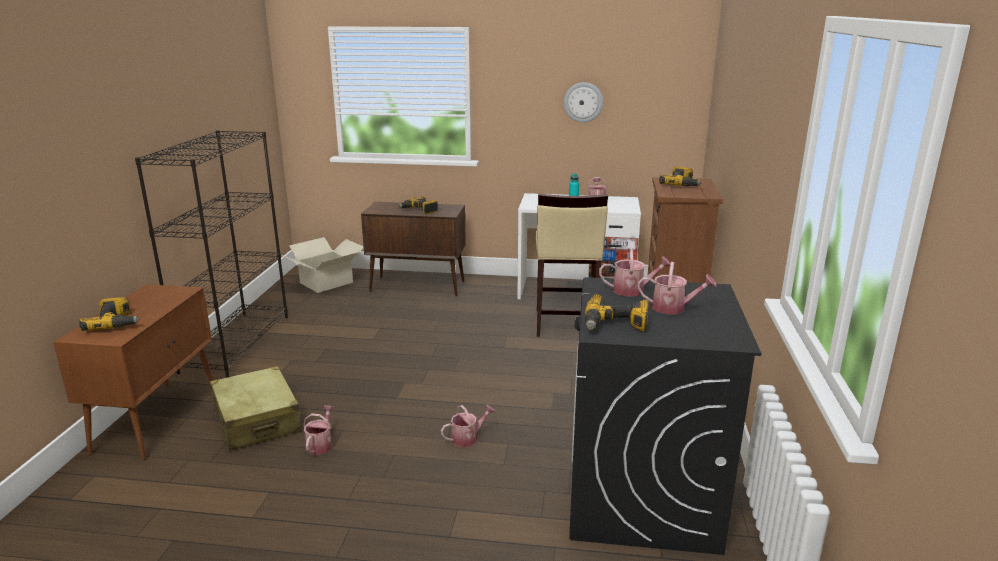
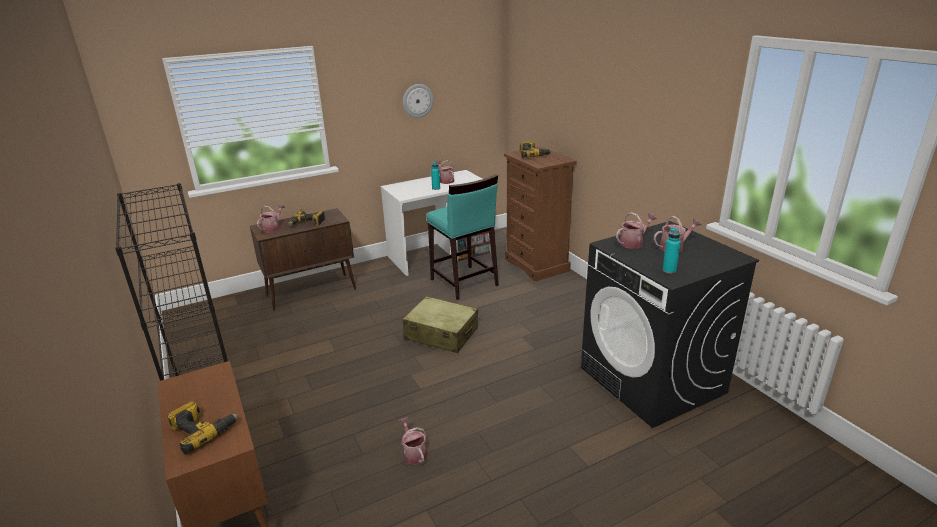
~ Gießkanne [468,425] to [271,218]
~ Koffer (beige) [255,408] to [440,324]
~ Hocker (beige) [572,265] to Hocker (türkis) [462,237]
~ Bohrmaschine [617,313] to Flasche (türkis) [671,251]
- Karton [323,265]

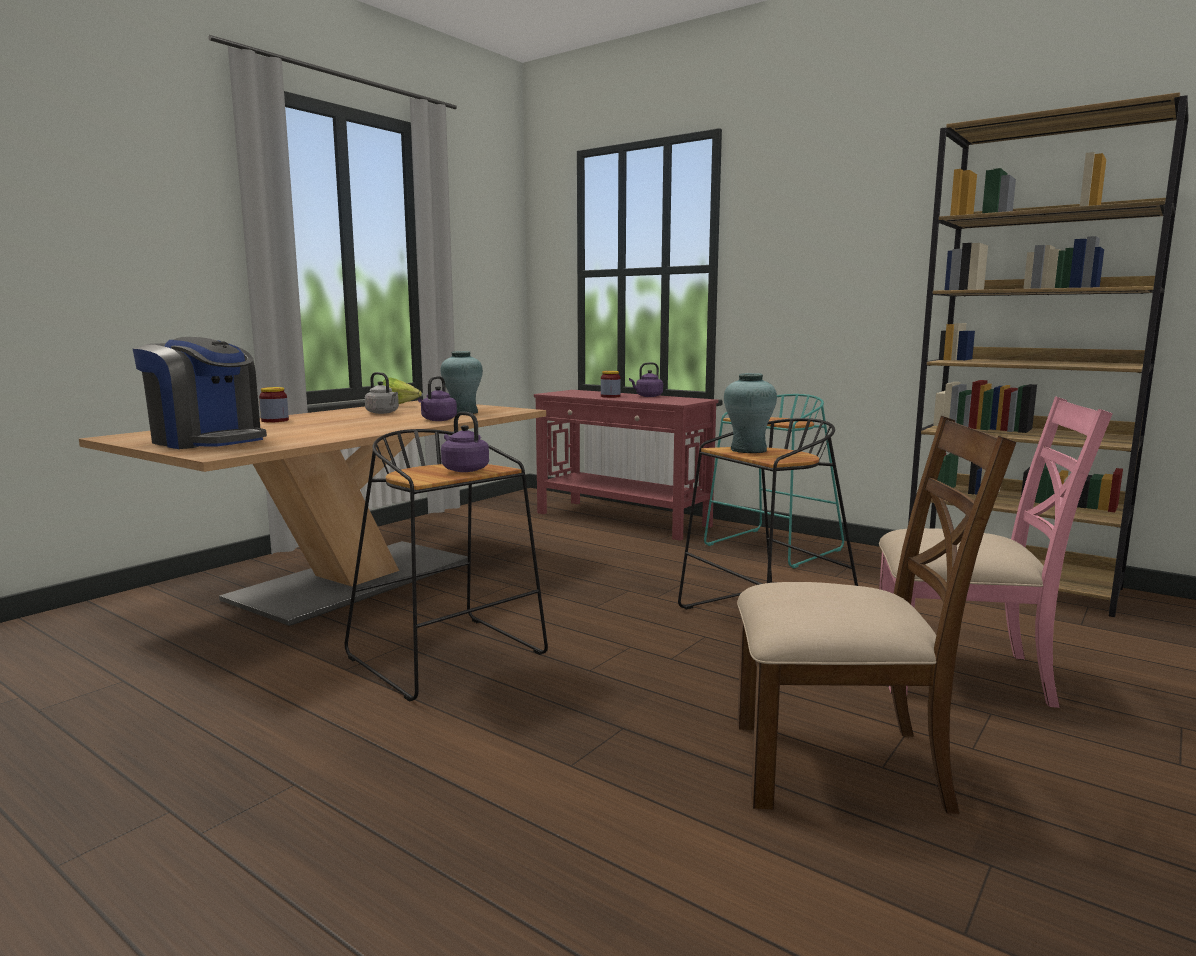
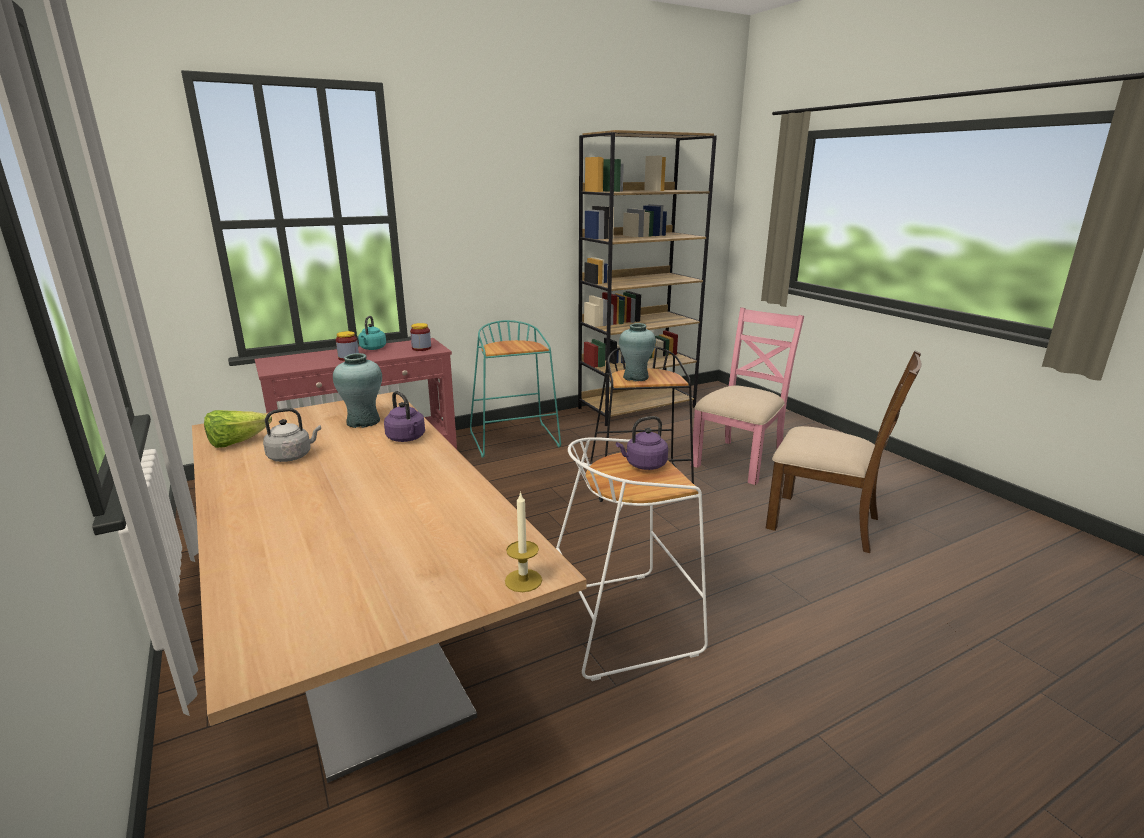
~ Wasserkessel (lila) [646,379] to Wasserkessel (türkis) [372,333]
~ Vorratsglas [274,404] to [420,337]
+ Kerze [523,541]
~ Hocker (schwarz) [446,565] to Hocker (weiß) [632,559]
~ Stuhl (braun) [877,615] = [844,451] 90 degrees clockwise
- Kaffeemaschine [200,393]

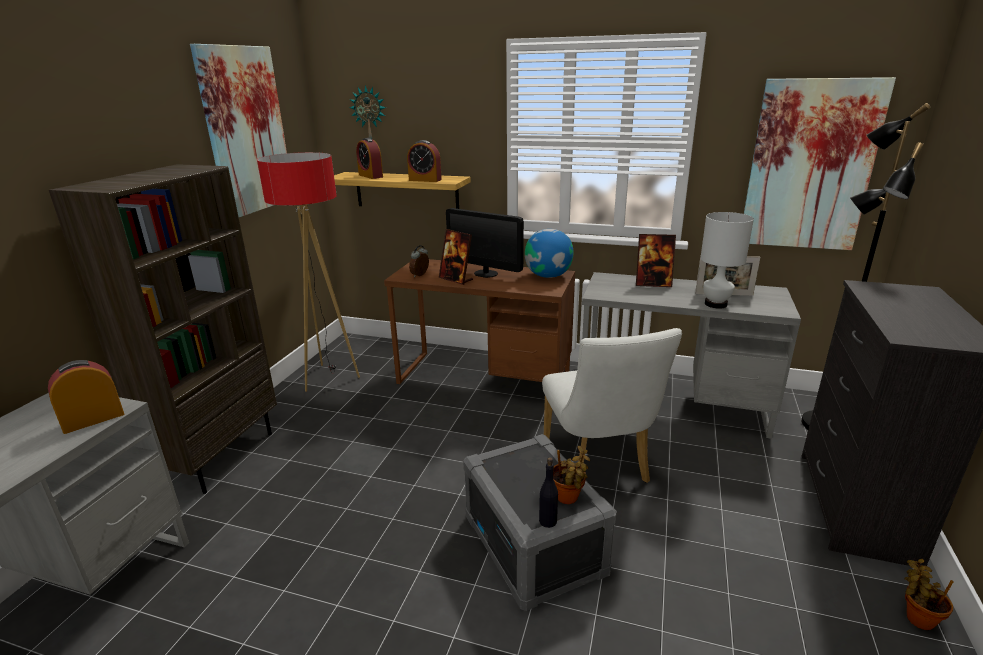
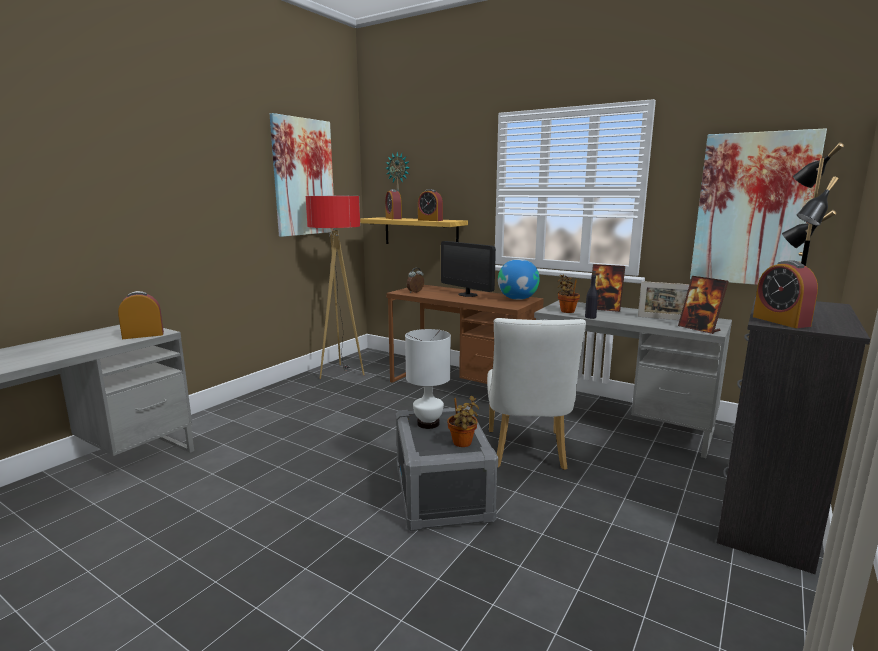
~ Tischlampe (weiß) [727,260] to [428,379]
~ Topfpflanze [929,594] to [568,293]
~ Flasche (schwarz) [548,492] to [591,295]
~ Bilderrahmen [456,257] to [703,305]
+ Wecker [785,294]
- Bücherregal (braun) [163,329]

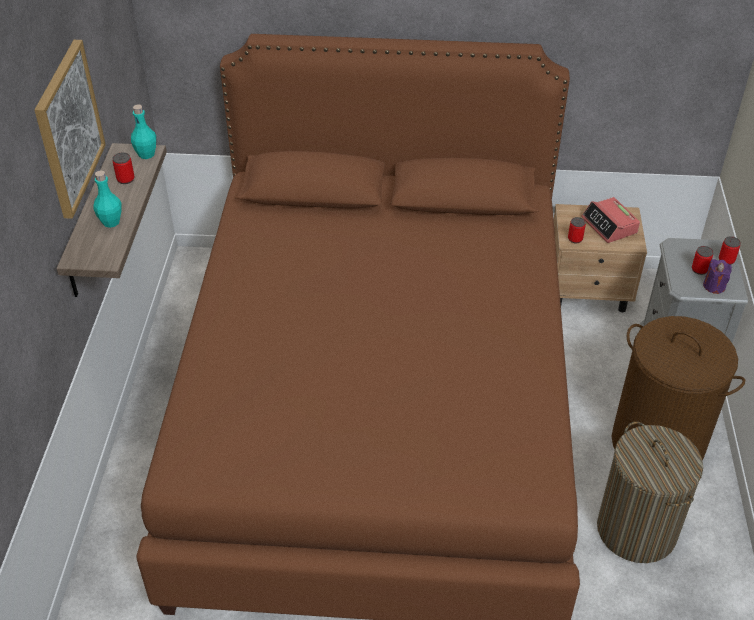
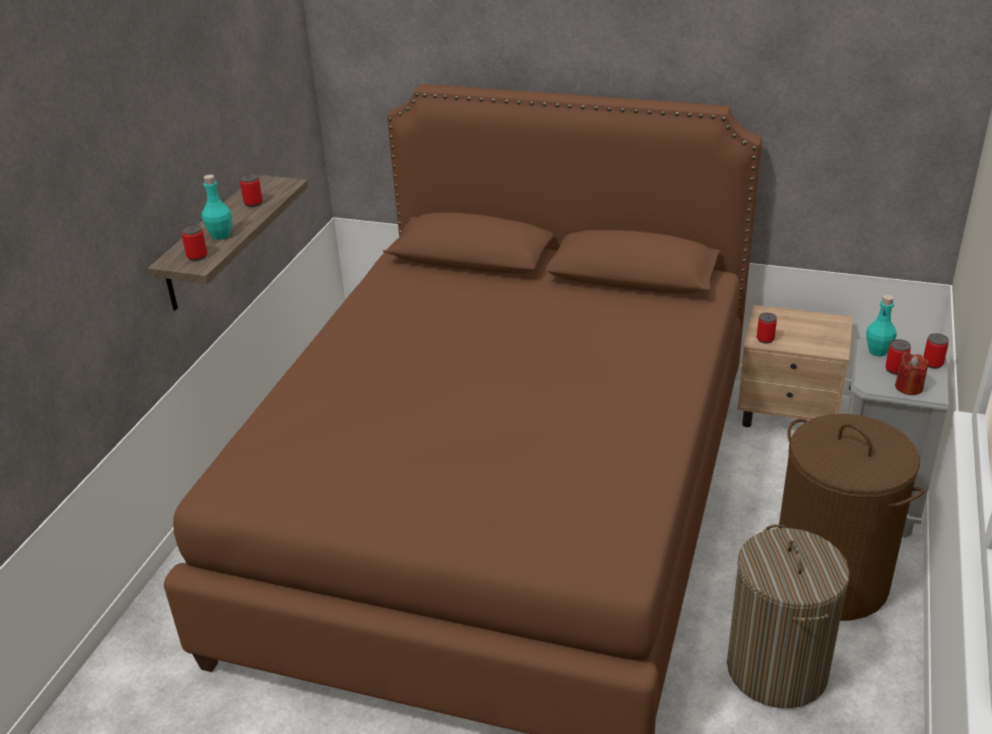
+ Dose [194,243]
~ Flasche (türkis) [143,131] to [881,326]
~ Kerze (lila) [717,276] to Kerze (rot) [912,373]
- Bild [70,129]
- Wecker [610,220]

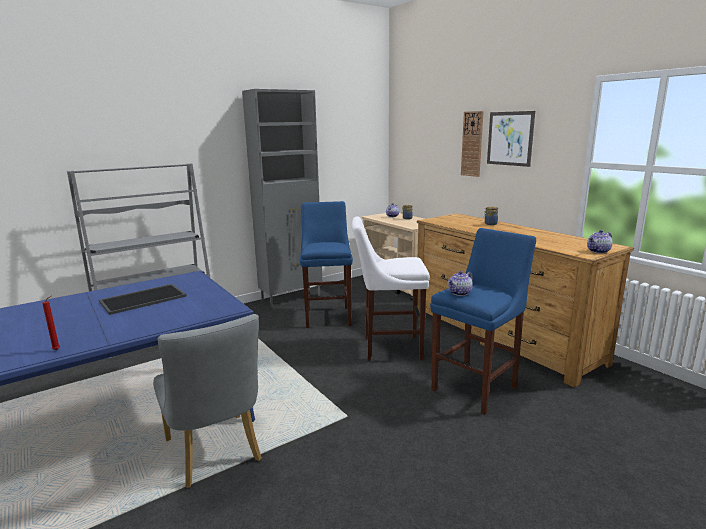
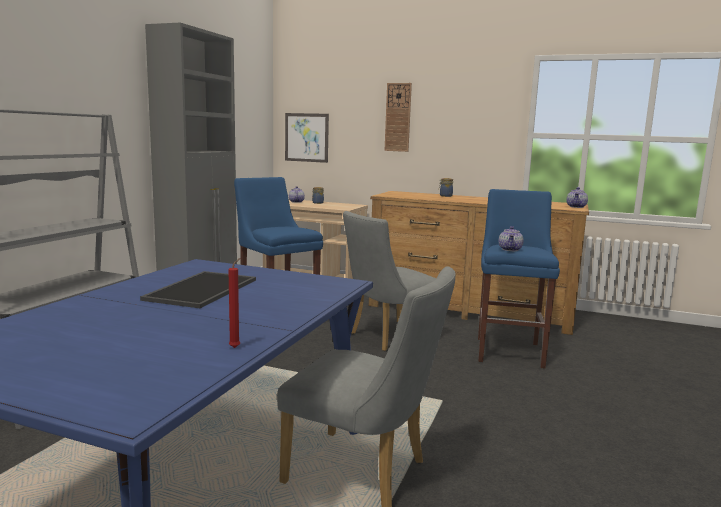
~ Bild [511,139] to [307,138]
~ Hocker (weiß) [391,288] to Stuhl (grau) [389,281]

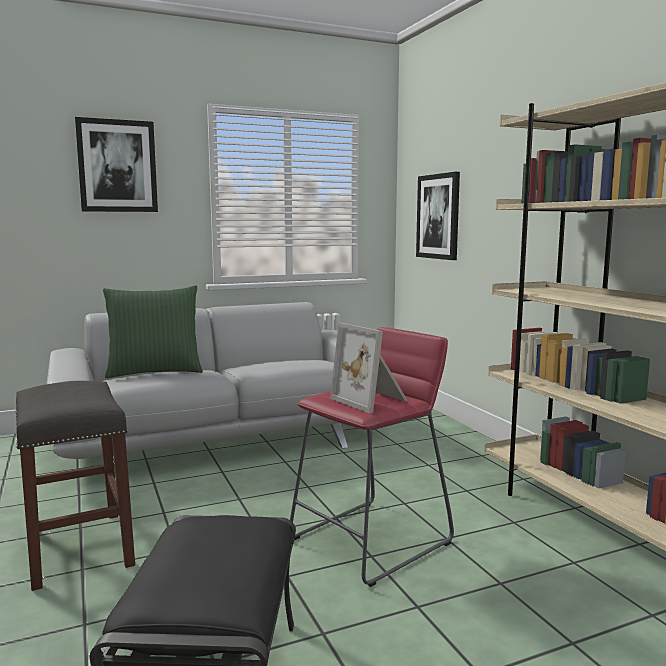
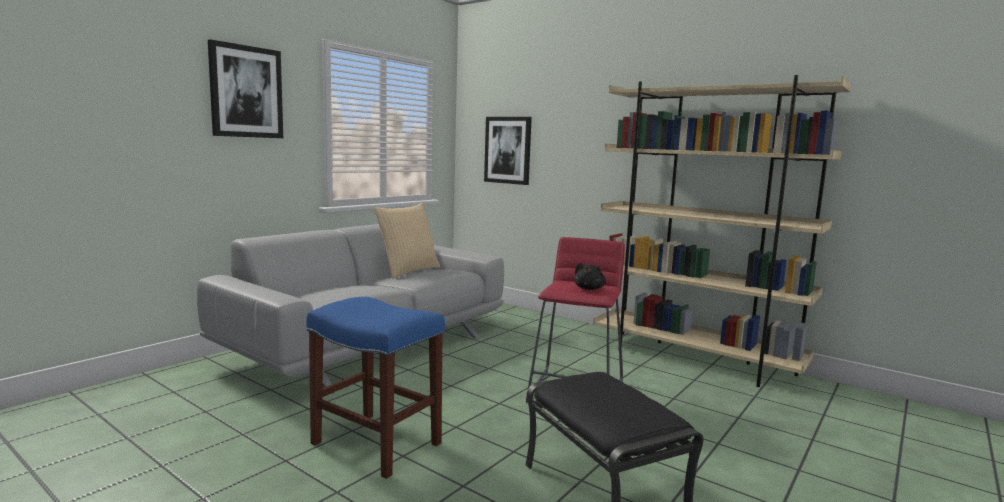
~ Hocker (grau) [75,486] to Hocker (blau) [376,388]
+ Kissen (beige) [407,241]
~ Bilderrahmen [369,368] to Plüschtier (schwarz) [590,276]
- Kissen (grün) [153,332]

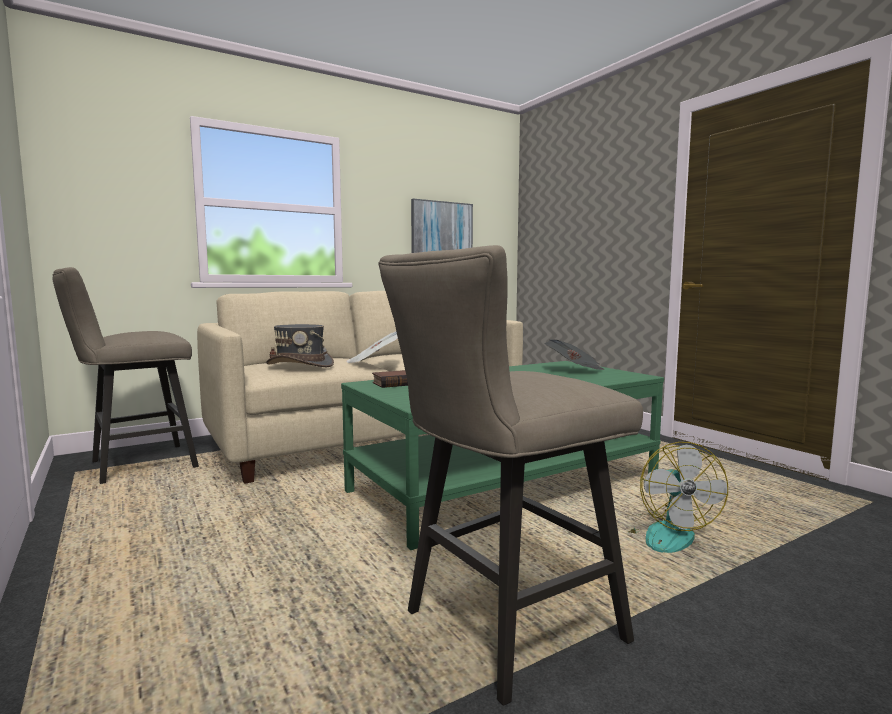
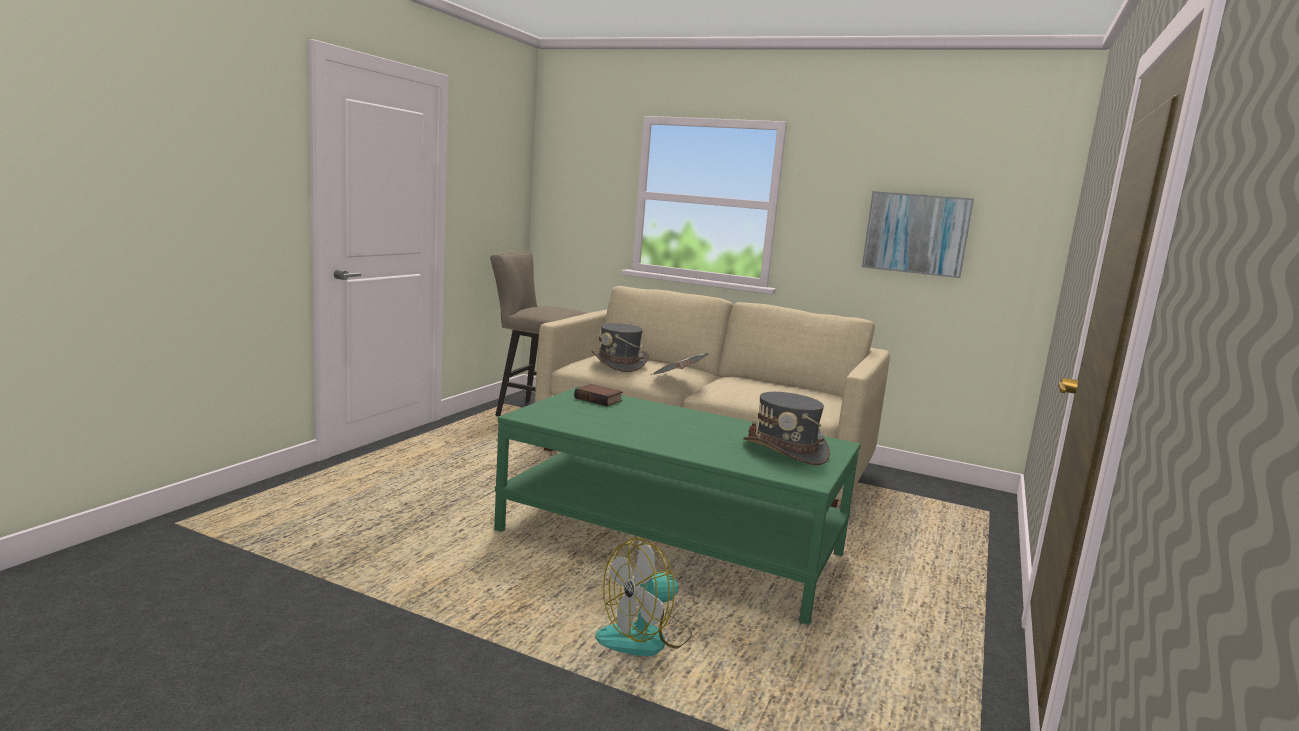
~ Zeitung [574,354] to Hut (grau) [786,428]
- Hocker (beige) [510,475]

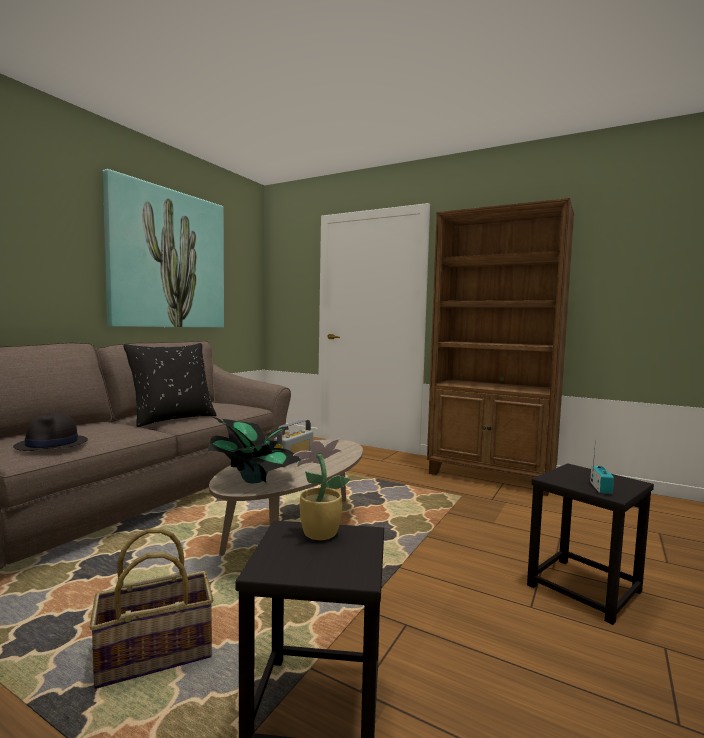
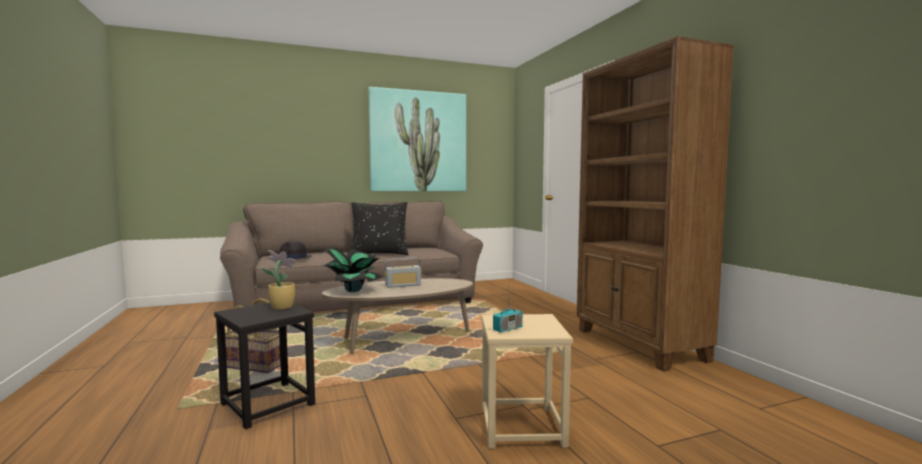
~ Hocker (schwarz) [590,544] to Hocker (beige) [527,381]

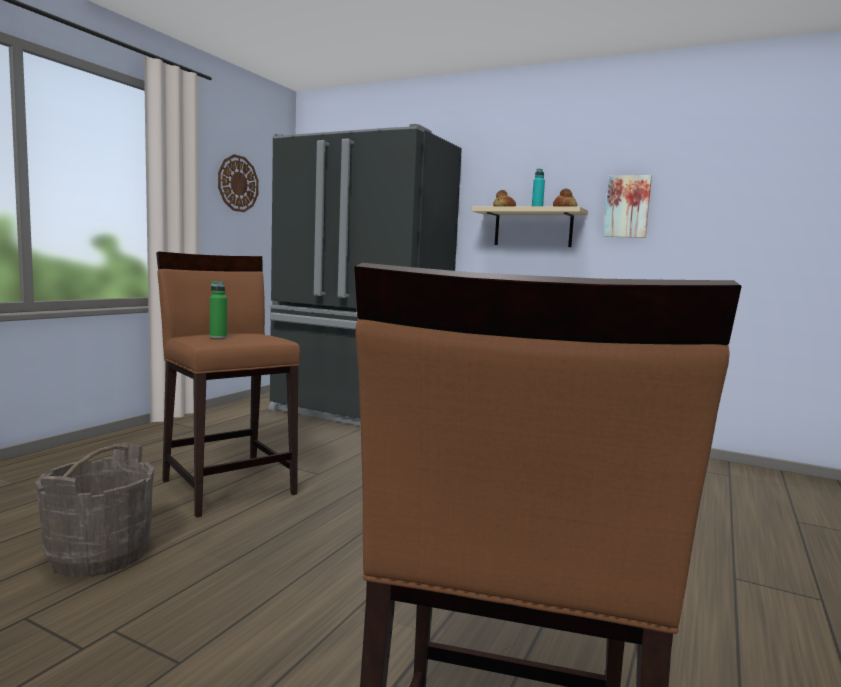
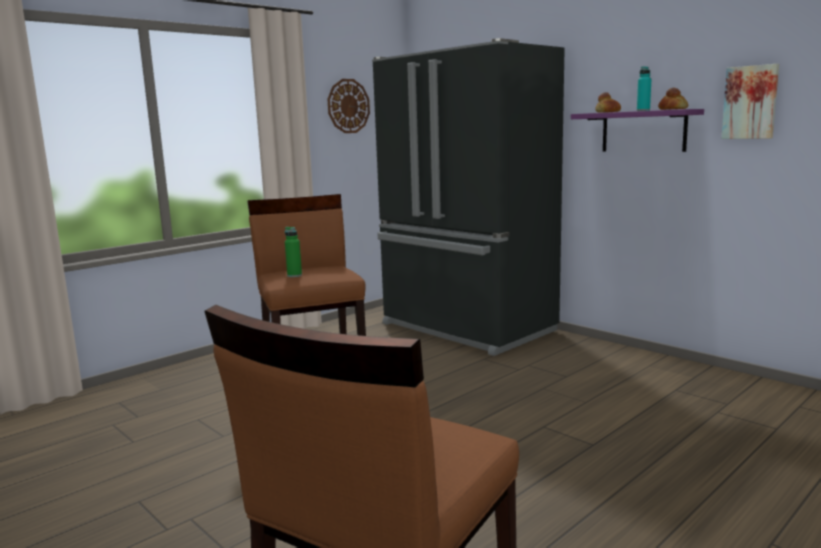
~ Wandregal (beige) [530,226] to Wandregal (lila) [637,130]
- Eimer (grau) [94,510]

